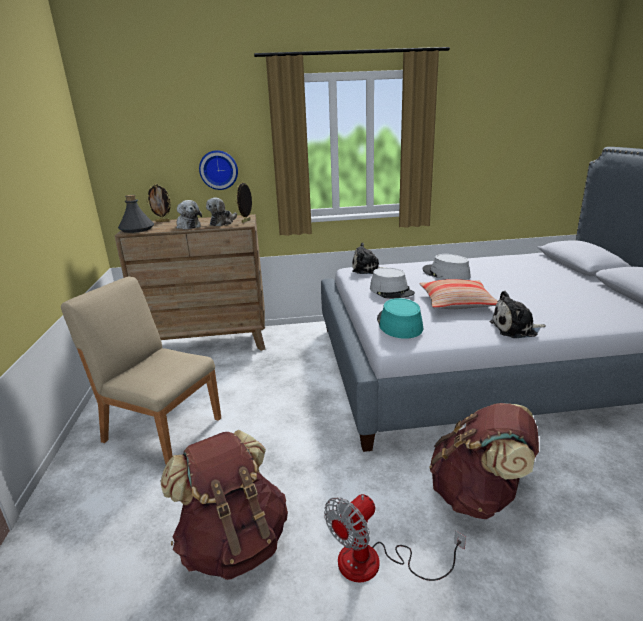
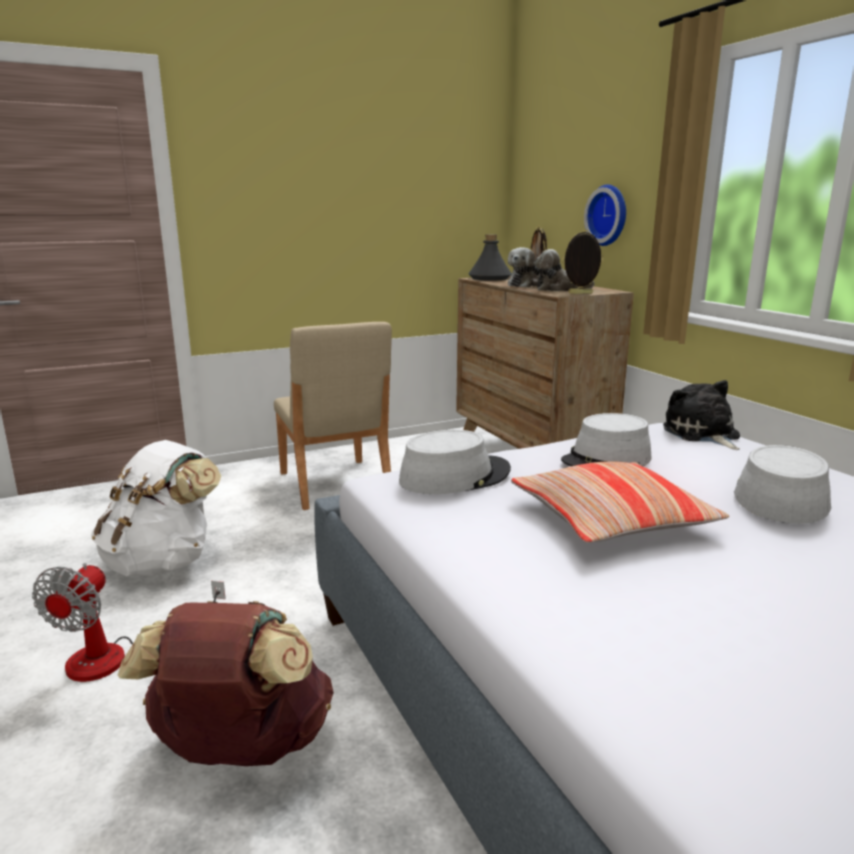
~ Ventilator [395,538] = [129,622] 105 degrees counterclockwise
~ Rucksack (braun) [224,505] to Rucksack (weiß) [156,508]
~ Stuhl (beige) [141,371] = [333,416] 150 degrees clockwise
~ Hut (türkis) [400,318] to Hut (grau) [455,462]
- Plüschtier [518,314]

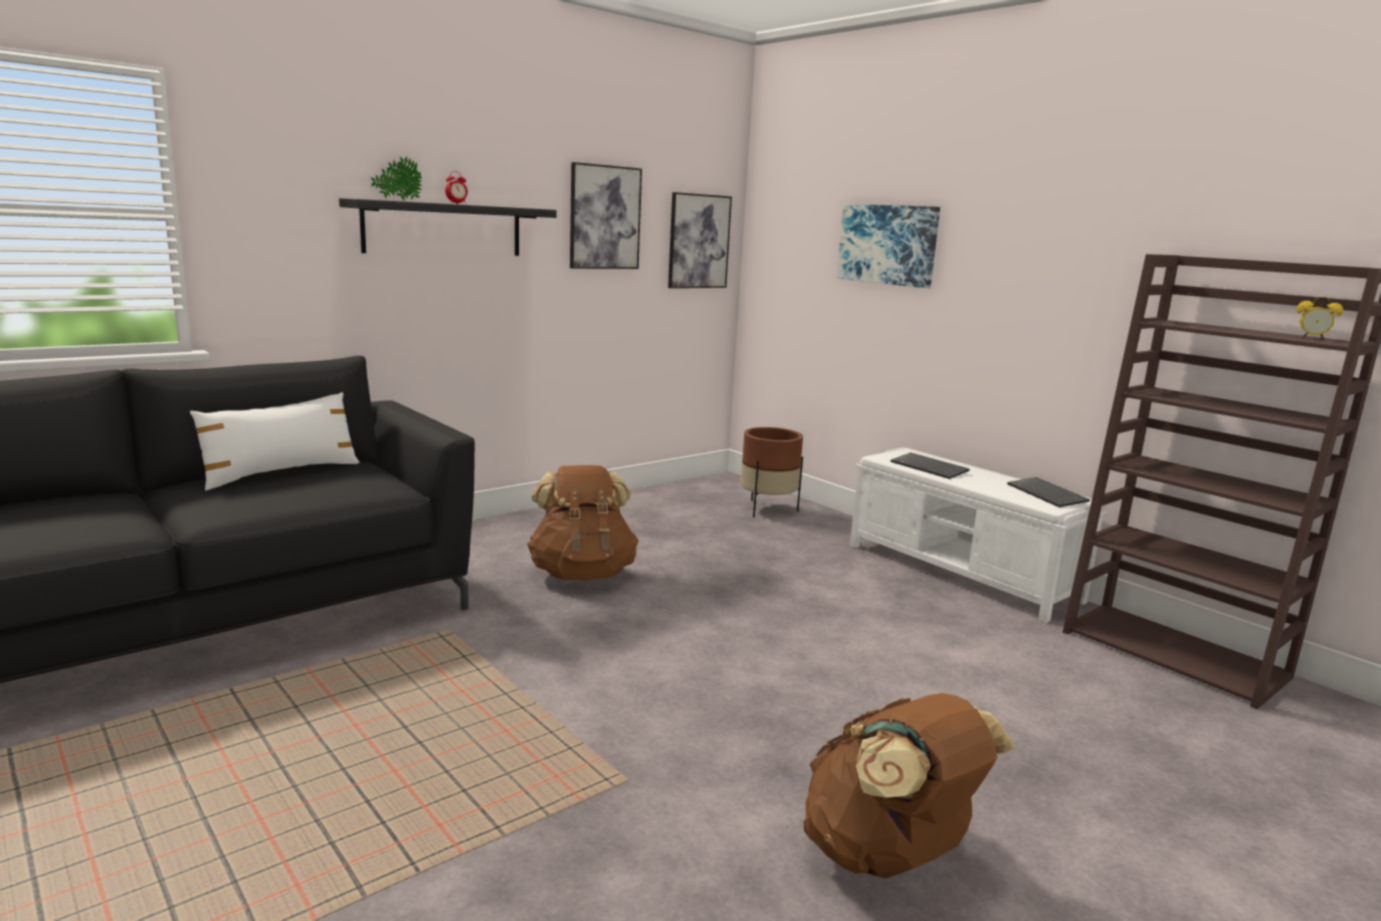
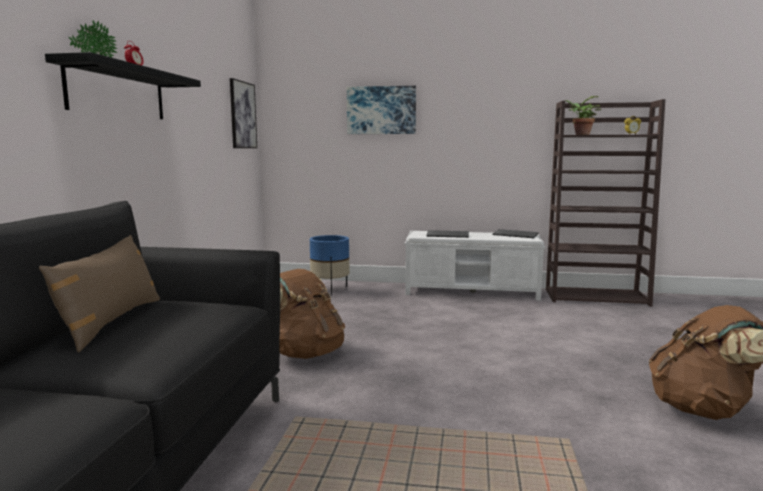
~ Kissen (weiß) [275,441] to Kissen (braun) [99,293]
~ Pflanzkübel (braun) [771,472] to Pflanzkübel (blau) [330,265]
+ Topfpflanze [583,115]
- Bild [606,215]

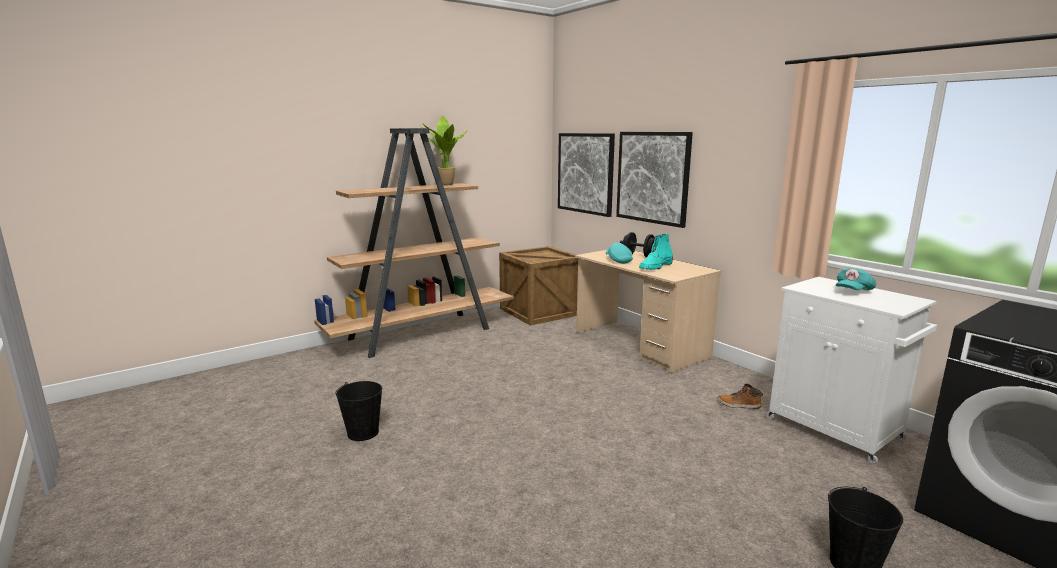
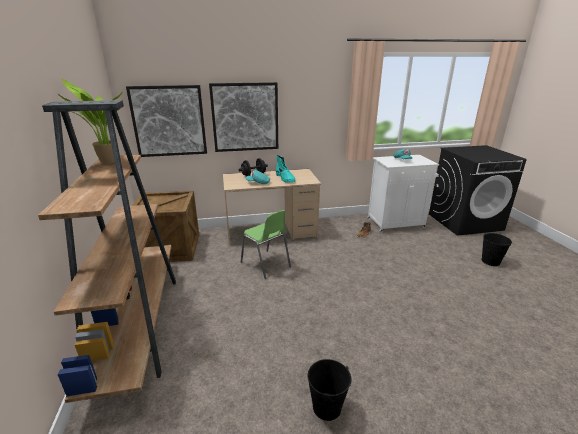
+ Stuhl (grün) [266,244]

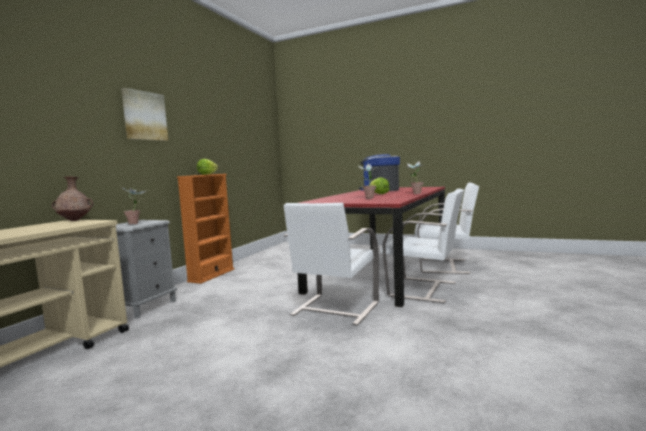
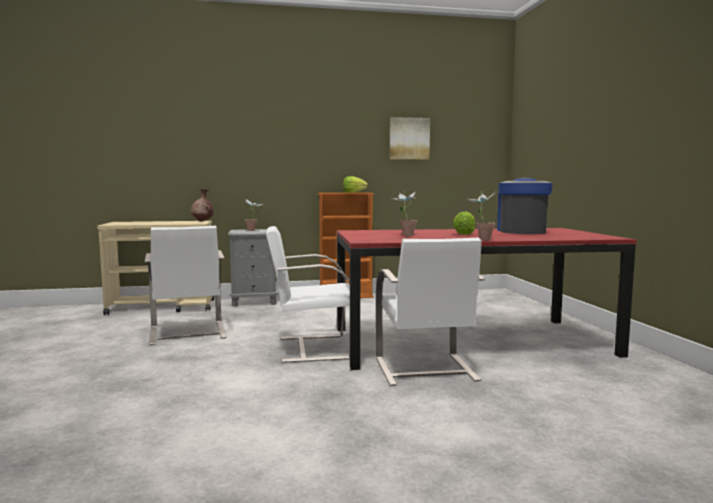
~ Stuhl (weiß) [446,228] to [185,285]
~ Bild [144,114] to [410,138]

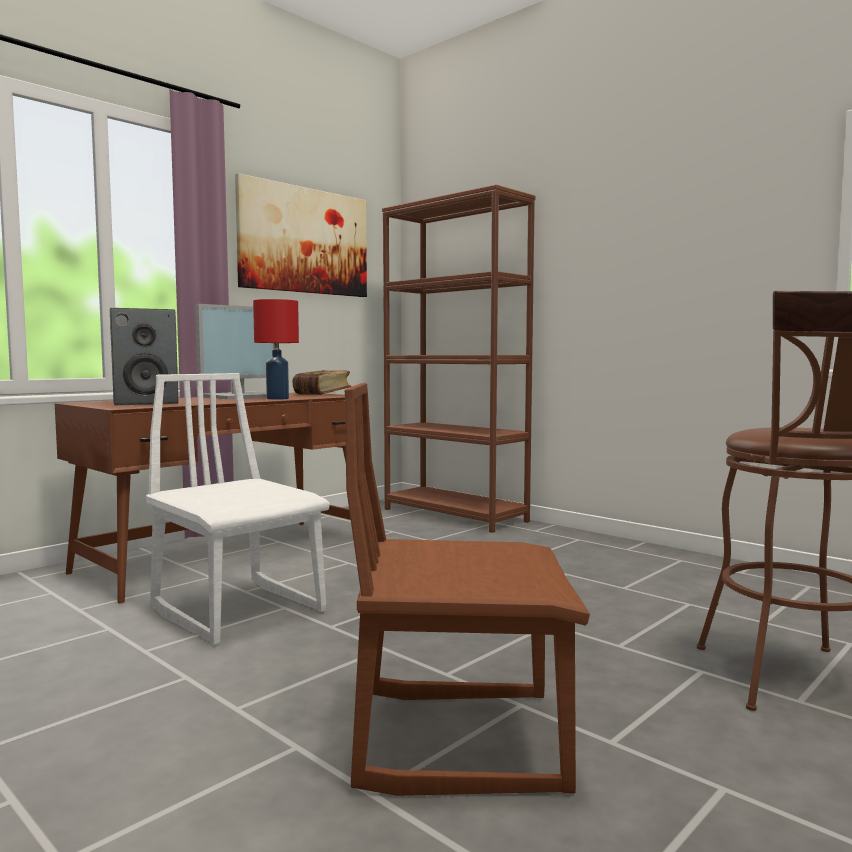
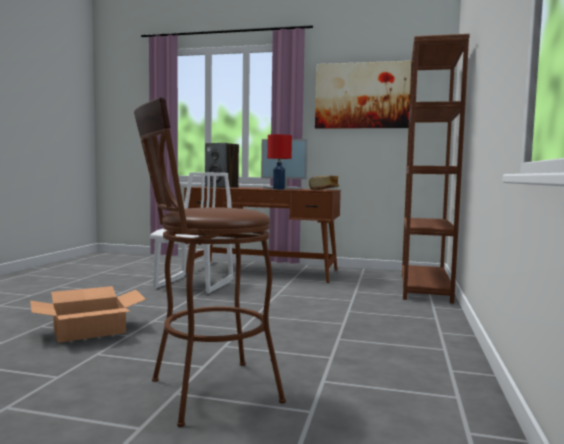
~ Stuhl (braun) [467,589] to Karton [88,314]

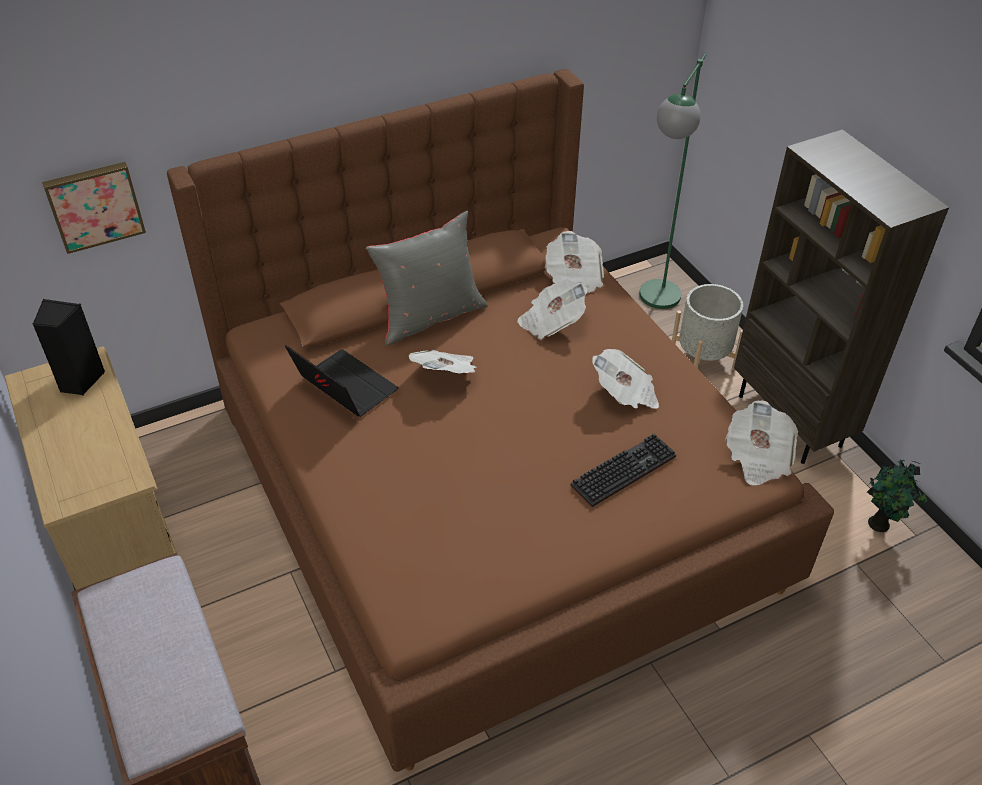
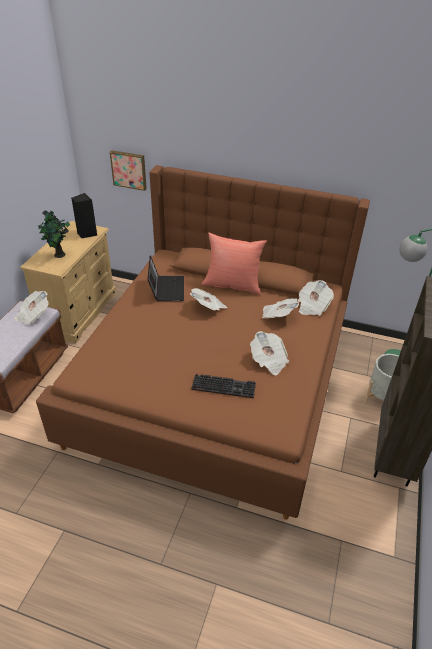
~ Zeitung [761,443] to [31,308]
~ Topfpflanze [897,496] to [54,234]
~ Kissen (grau) [427,278] to Kissen (rot) [234,264]

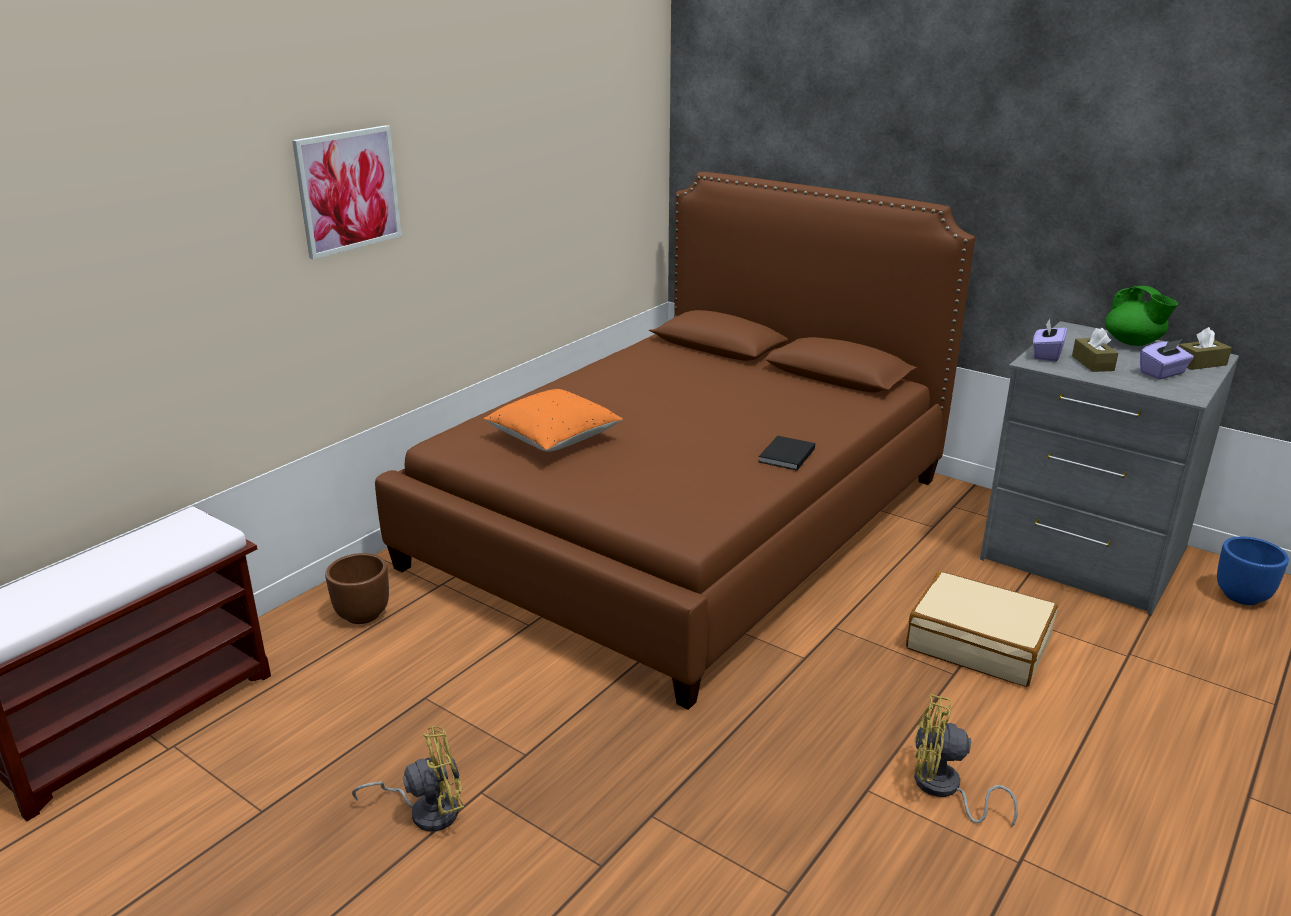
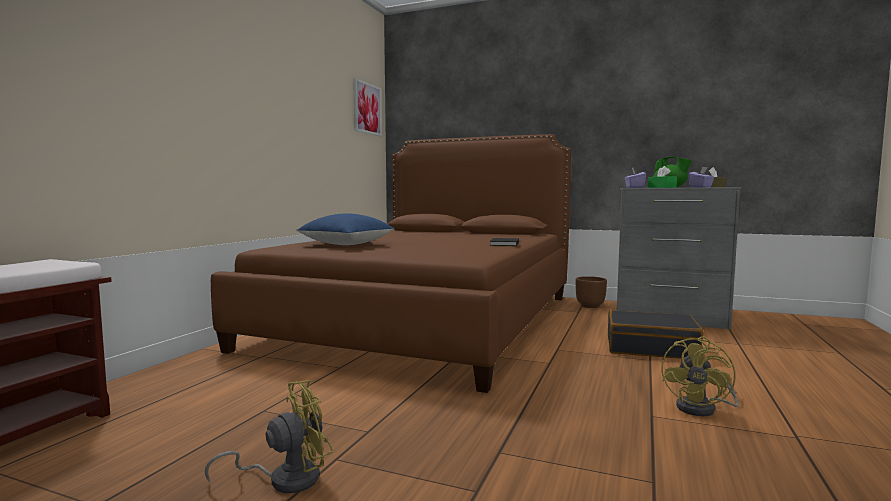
~ Kissen (orange) [553,420] to Kissen (blau) [345,229]
~ Bild [346,192] to [368,107]
~ Pflanzkübel (braun) [357,588] to [591,292]
~ Koffer (beige) [982,629] to Koffer (schwarz) [655,334]
~ Taschentuchbox (braun) [1095,350] to Taschentuchbox (grün) [662,177]
~ Ventilator (gelb) [966,760] = [700,376] 60 degrees counterclockwise
- Pflanzkübel (blau) [1253,570]

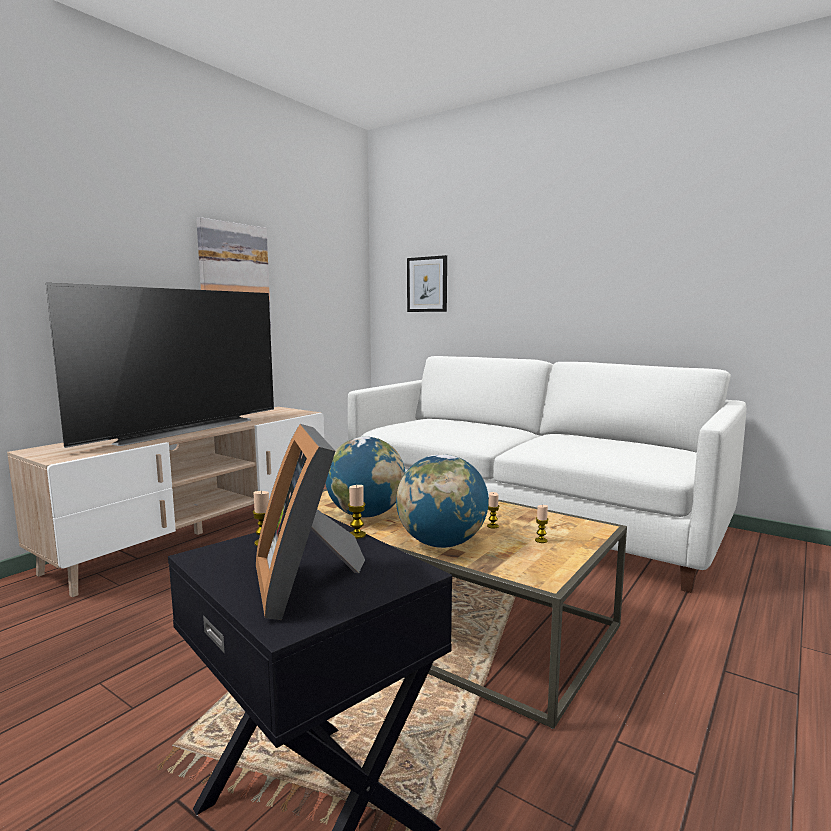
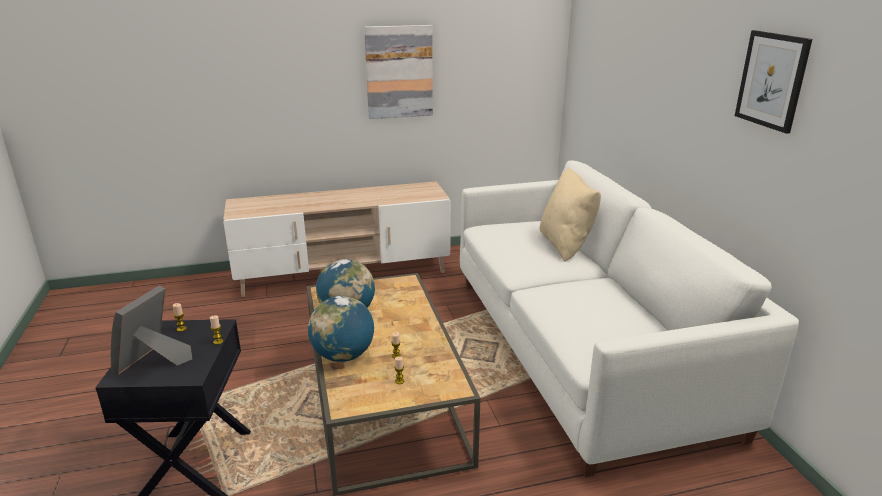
+ Kissen (beige) [570,214]
~ Bild [427,283] to [773,82]
- Fernseher [160,365]

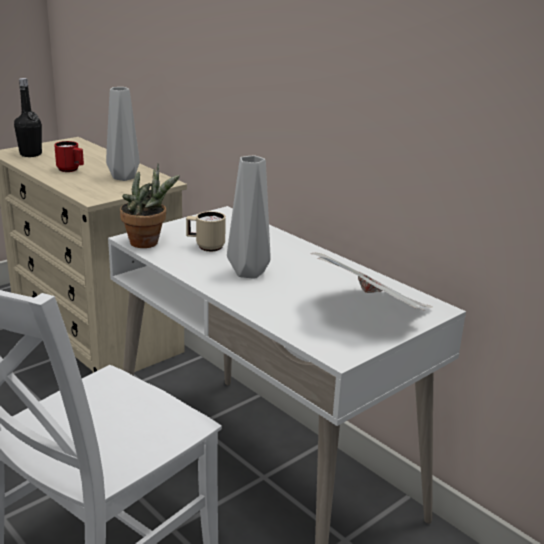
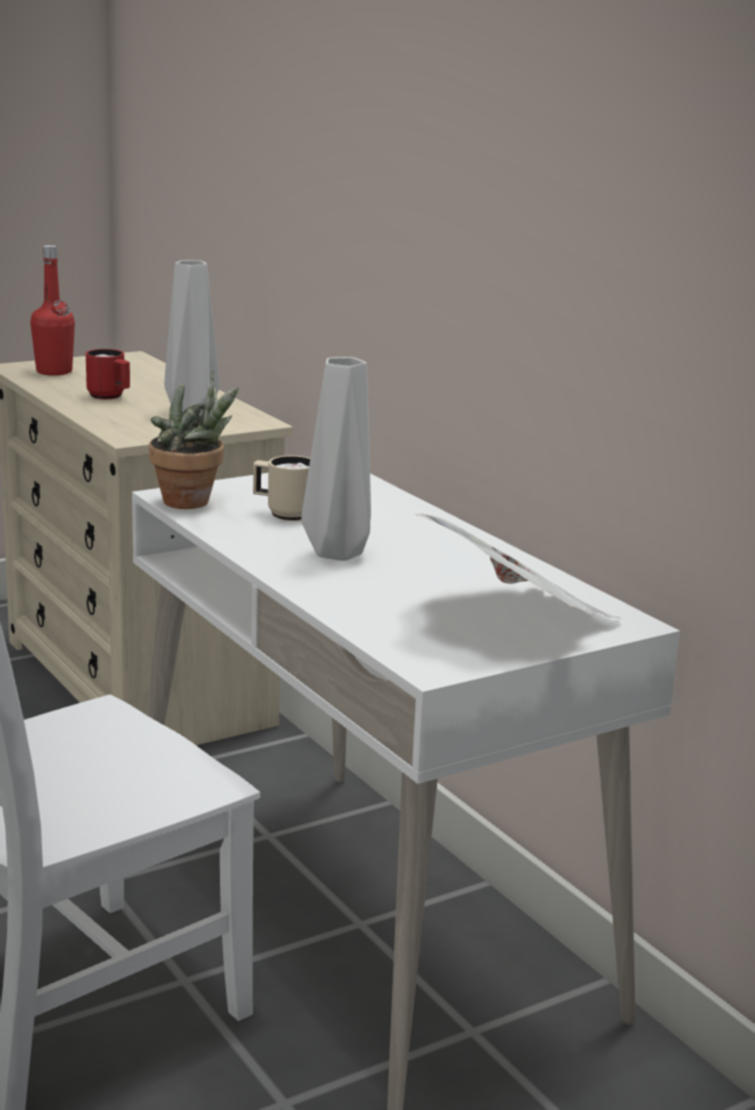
~ Flasche (schwarz) [28,117] to Flasche (rot) [52,310]

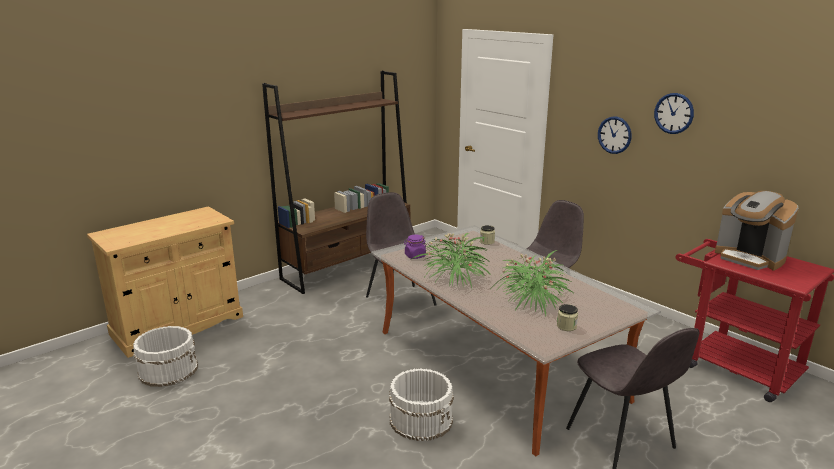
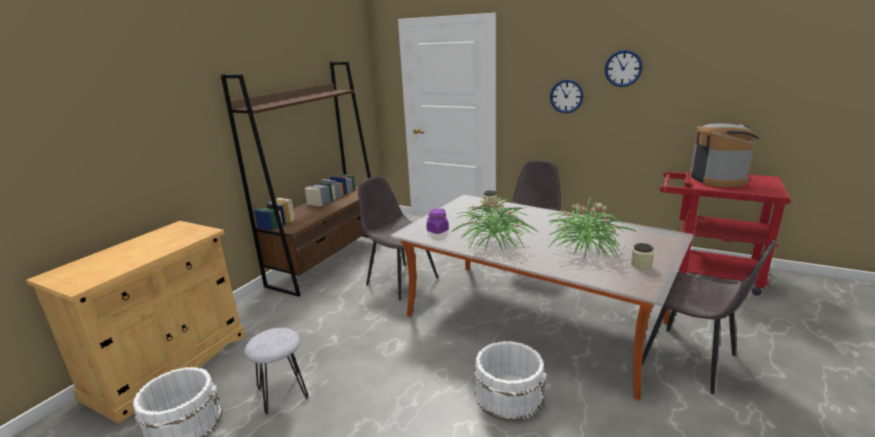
+ Hocker (grau) [276,371]
~ Kaffeemaschine [757,231] = [724,155] 120 degrees counterclockwise

